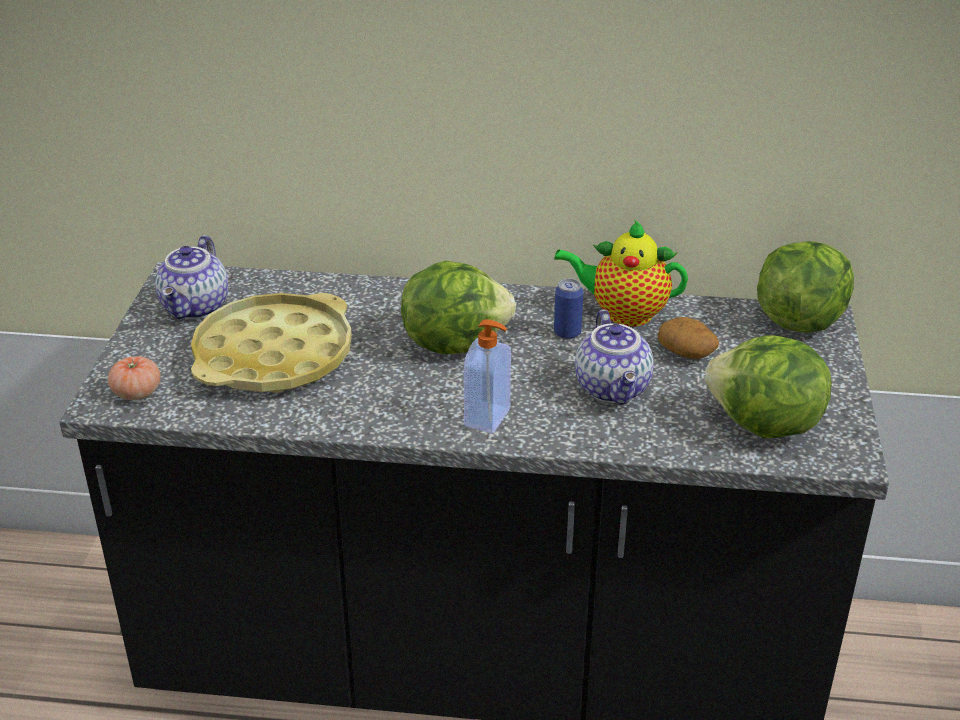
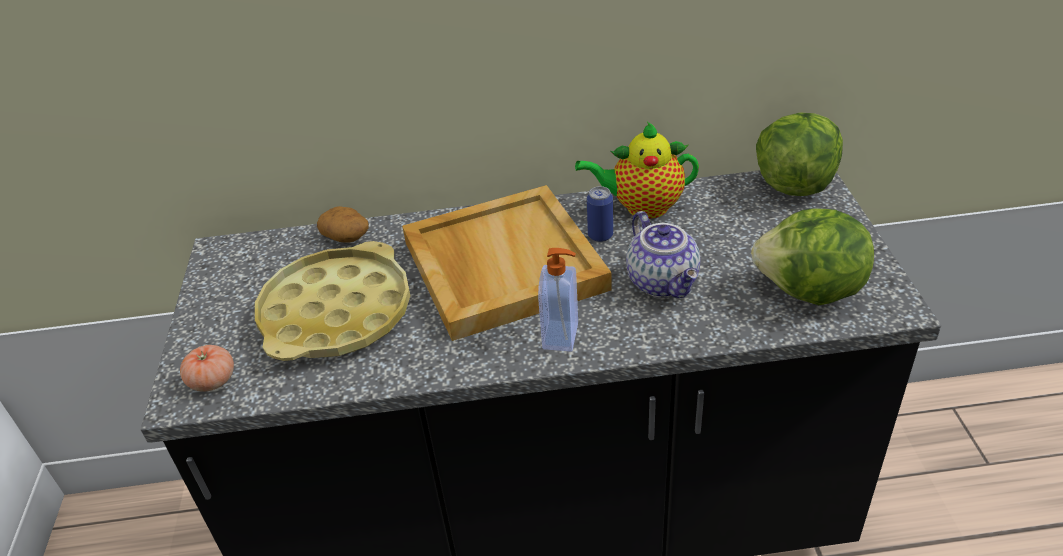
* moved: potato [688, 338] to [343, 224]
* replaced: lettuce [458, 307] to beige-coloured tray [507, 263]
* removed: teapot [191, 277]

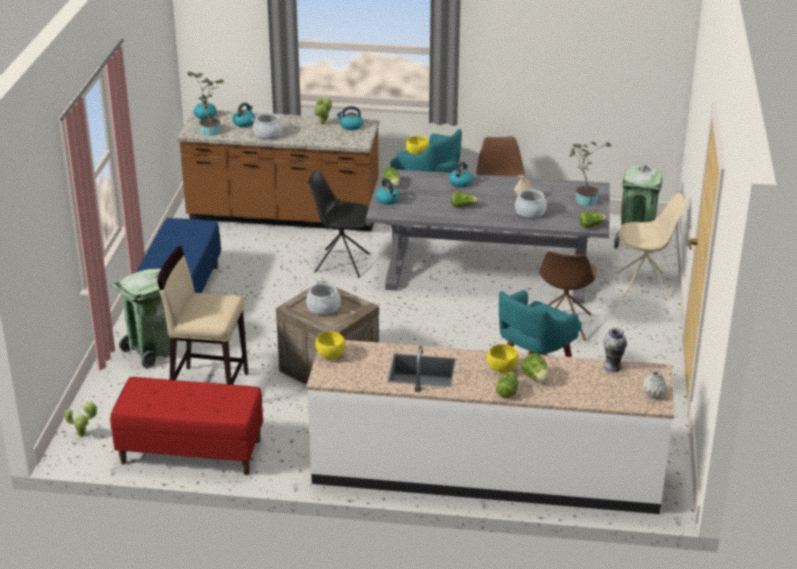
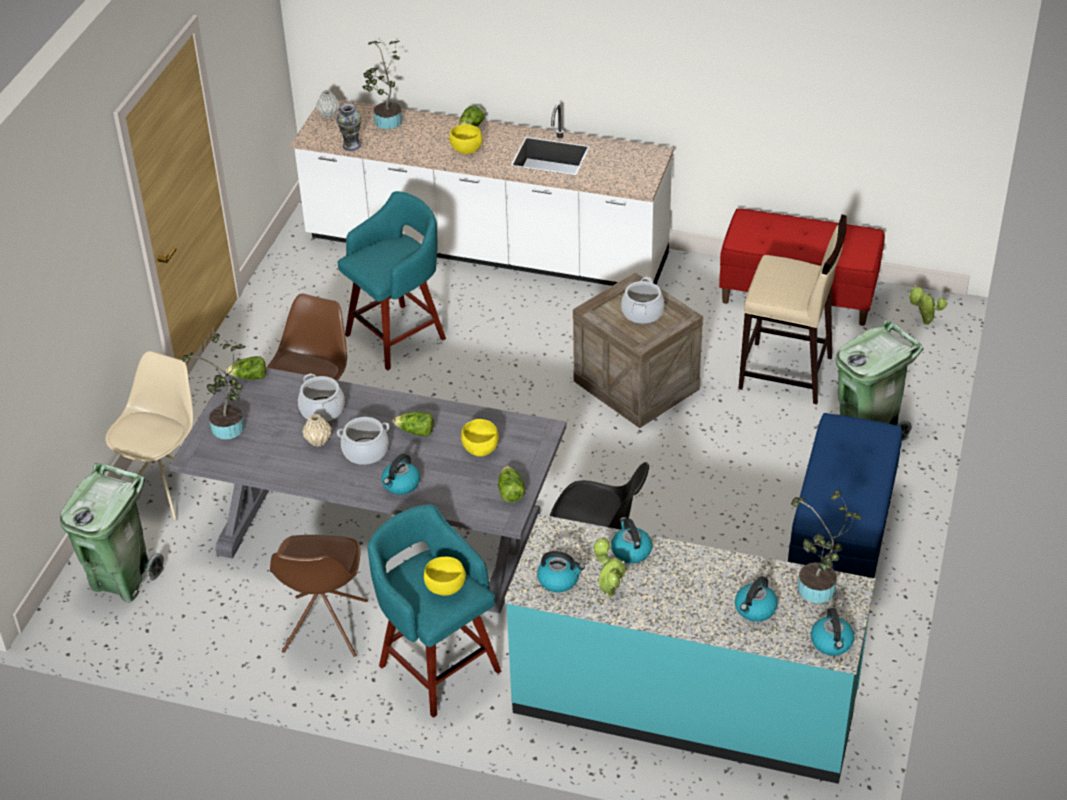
* turned: beige-coloured plain chair [651, 245] = [149, 435] 105 degrees clockwise
* moved: stockpot [267, 126] to [363, 441]
* added: houseplant [382, 85]
* moved: yellowish deep dish [330, 345] to [480, 438]
* recoloured: brownish kitchen base unit [278, 170] to blue-green kitchen base unit [690, 649]
* moved: kettle [388, 191] to [631, 540]
* removed: lettuce [535, 368]

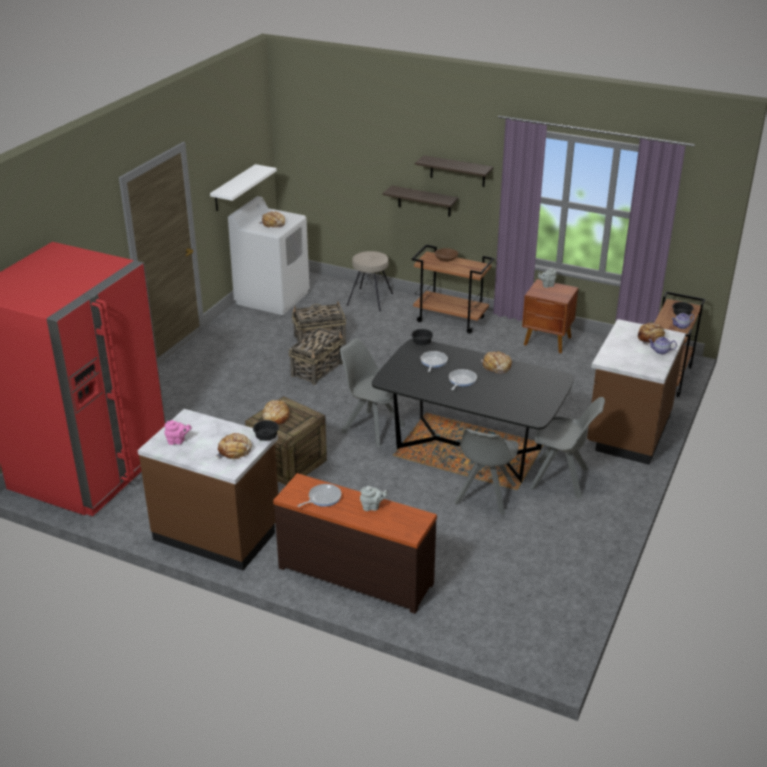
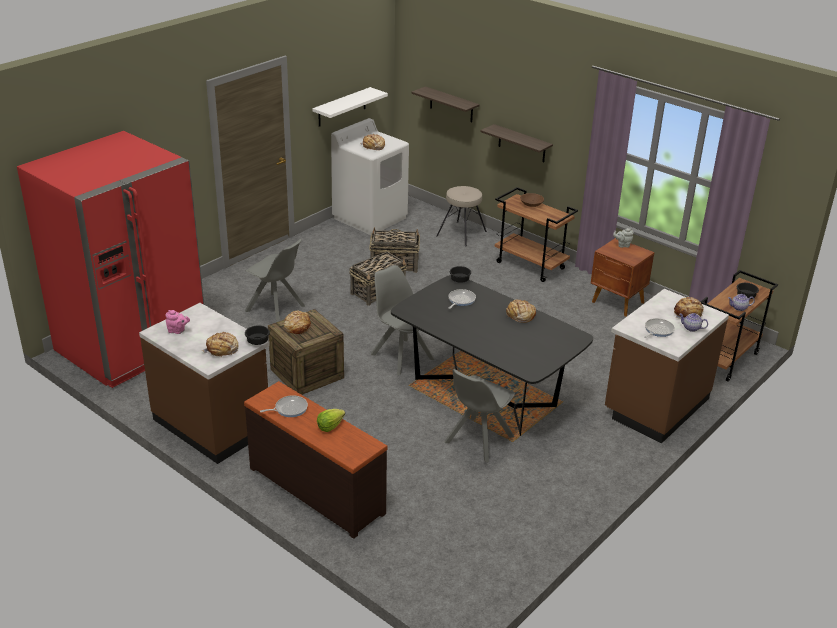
* moved: greyish plain chair [567, 447] to [275, 280]
* replaced: greyish teapot [374, 498] to lettuce [331, 420]
* moved: bracket shelf [454, 171] to [446, 104]
* moved: pan [463, 379] to [659, 328]

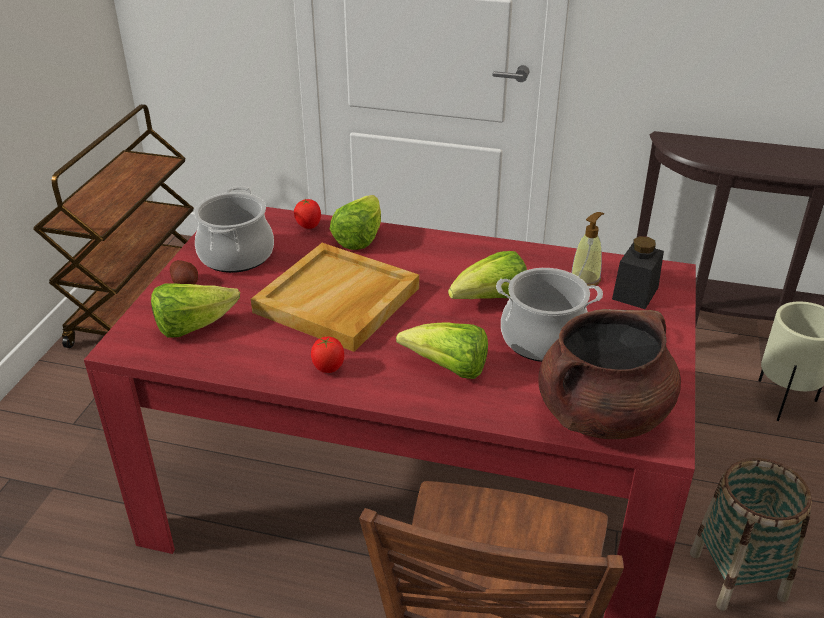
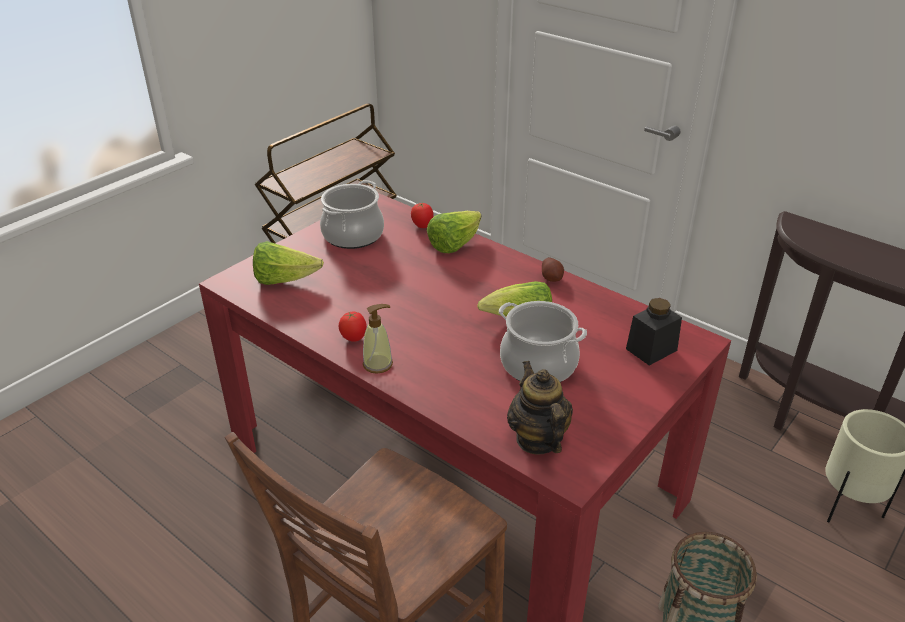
* moved: soap dispenser [588, 249] to [378, 339]
* replaced: brownish stockpot [609, 374] to teapot [540, 407]
* moved: potato [184, 272] to [553, 270]
* removed: beige-coloured tray [335, 297]
* removed: lettuce [442, 350]

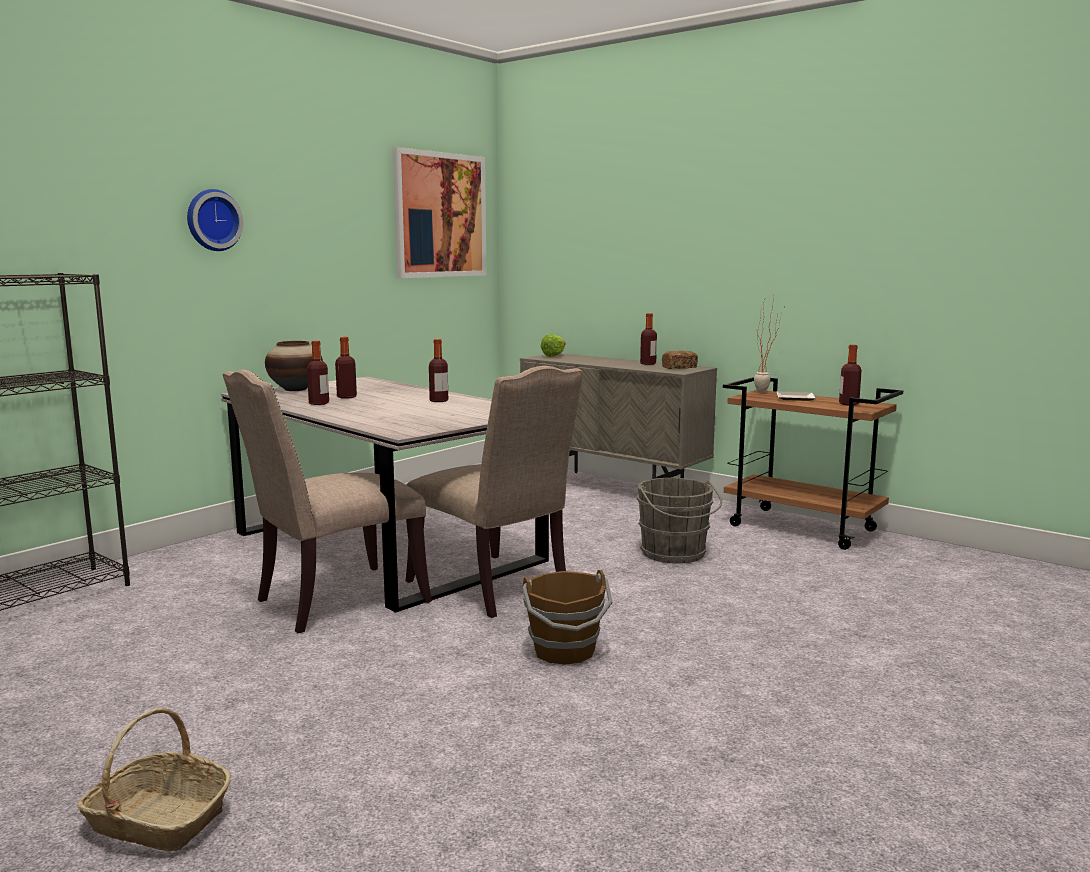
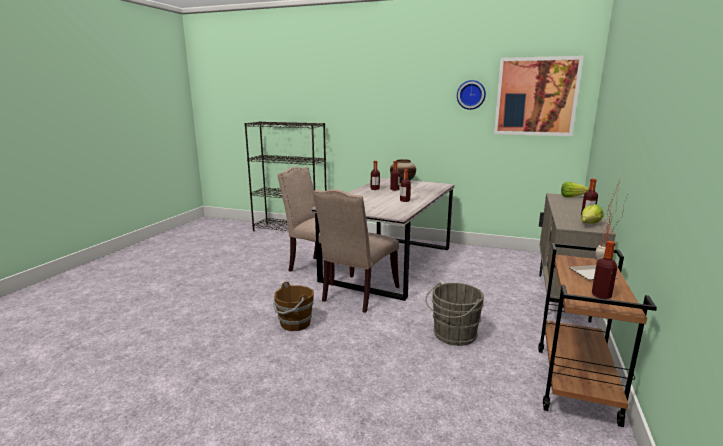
* moved: clock on the wall [215, 220] to [471, 95]
* replaced: bakery bread [680, 360] to lettuce [592, 214]
* removed: storage basket [155, 779]

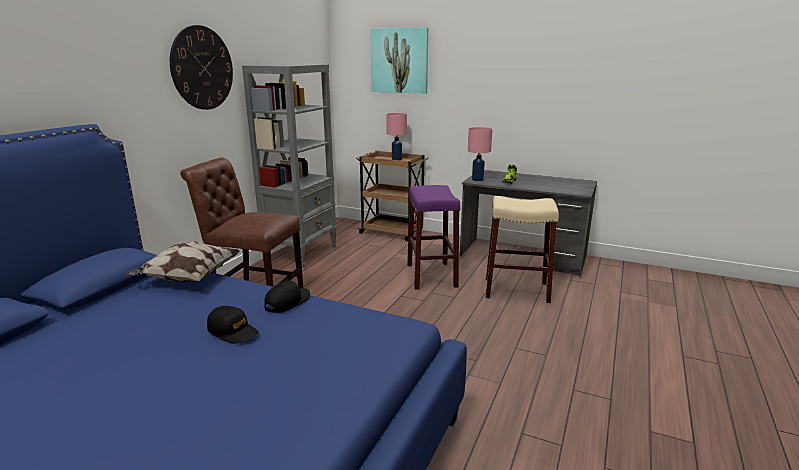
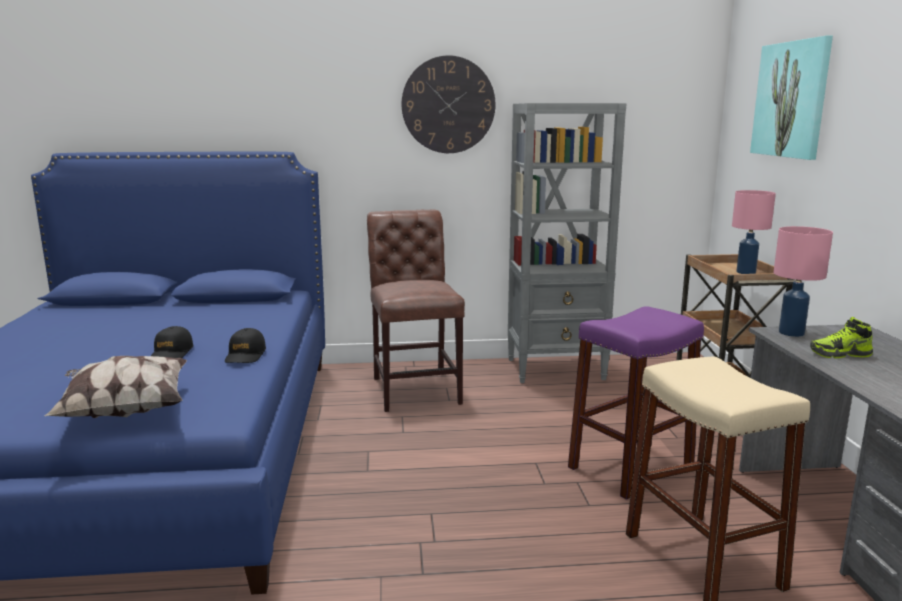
* moved: cushion [183, 261] to [116, 387]
* turned: black peaked cap [287, 297] = [245, 345] 90 degrees clockwise

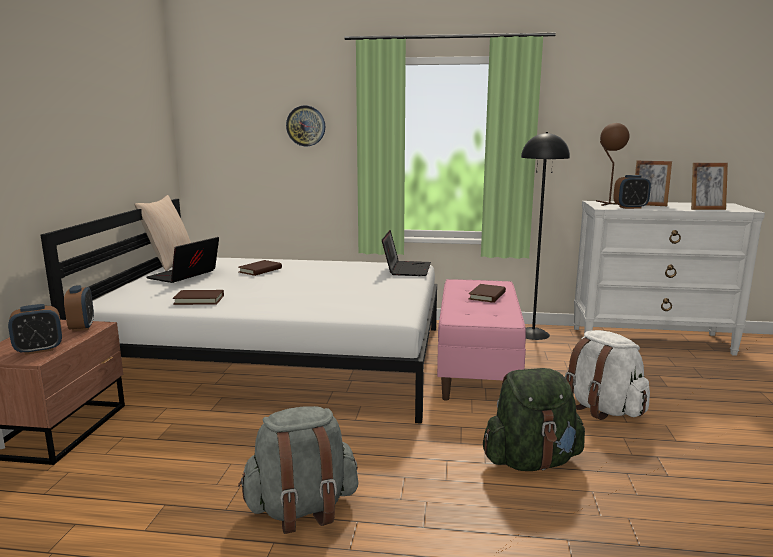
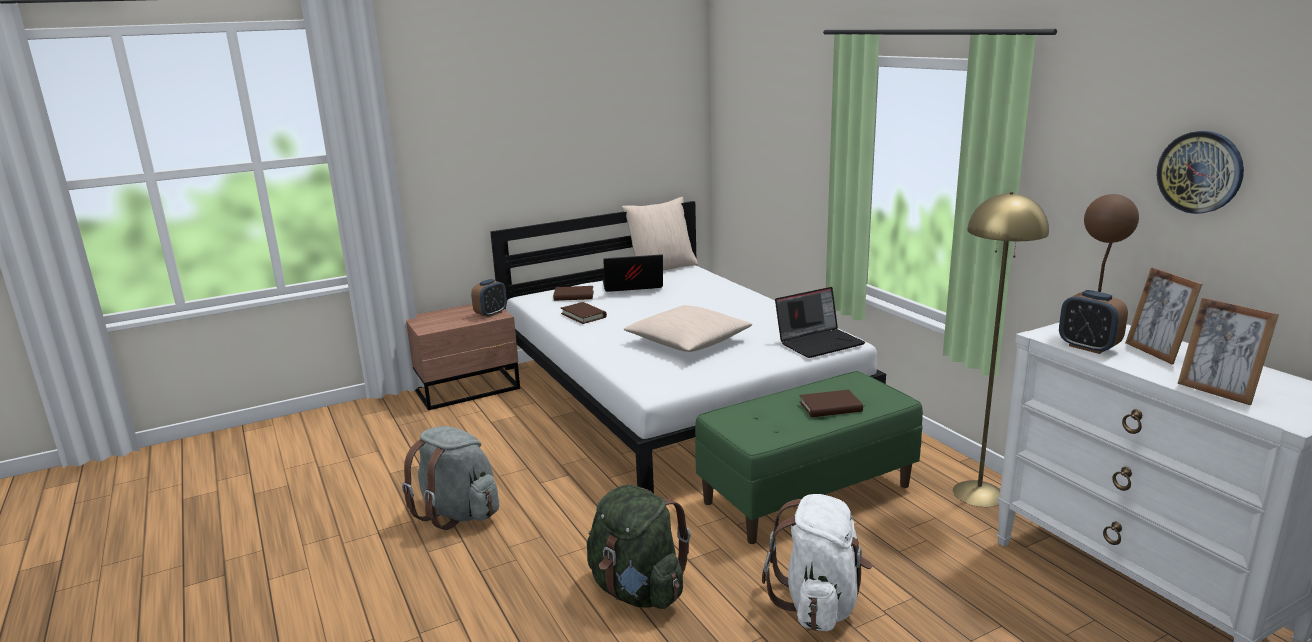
* moved: brownish book [260, 268] to [573, 293]
* added: beige-coloured cushion [688, 328]
* recoloured: pinkish bench [481, 340] to green-coloured bench [809, 457]
* recoloured: black standing lamp [545, 236] to yellowish standing lamp [1001, 349]
* moved: clock on the wall [305, 126] to [1200, 172]
* removed: alarm clock [35, 329]

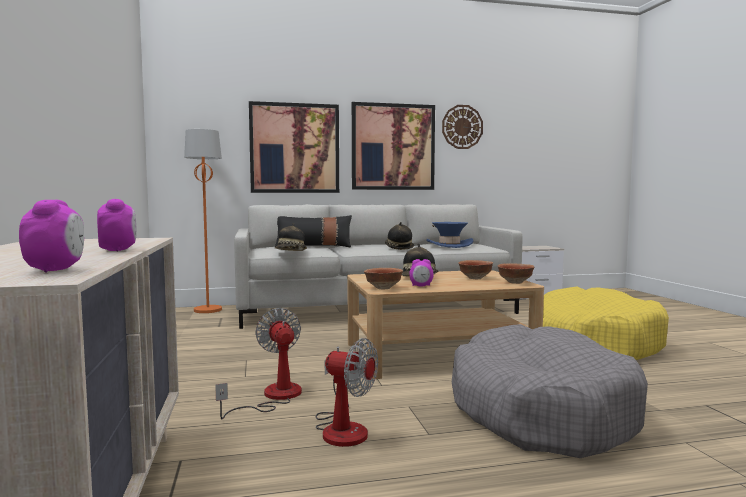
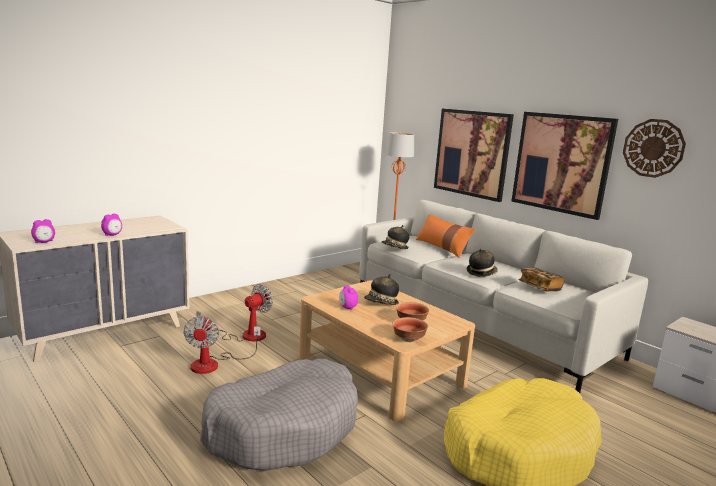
* recoloured: black cushion [313, 231] to orangey cushion [445, 236]
* replaced: blue wearable hat [449, 235] to book [541, 279]
* removed: deep dish [383, 278]

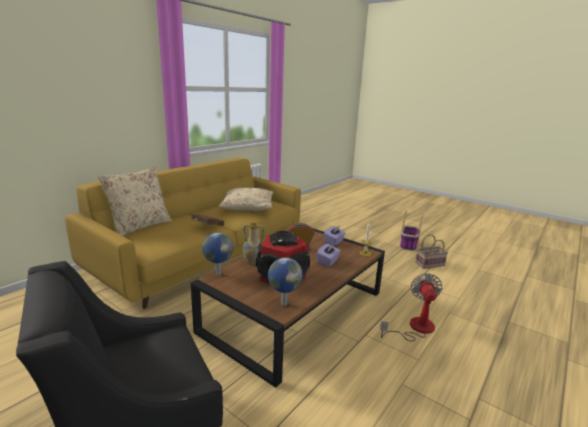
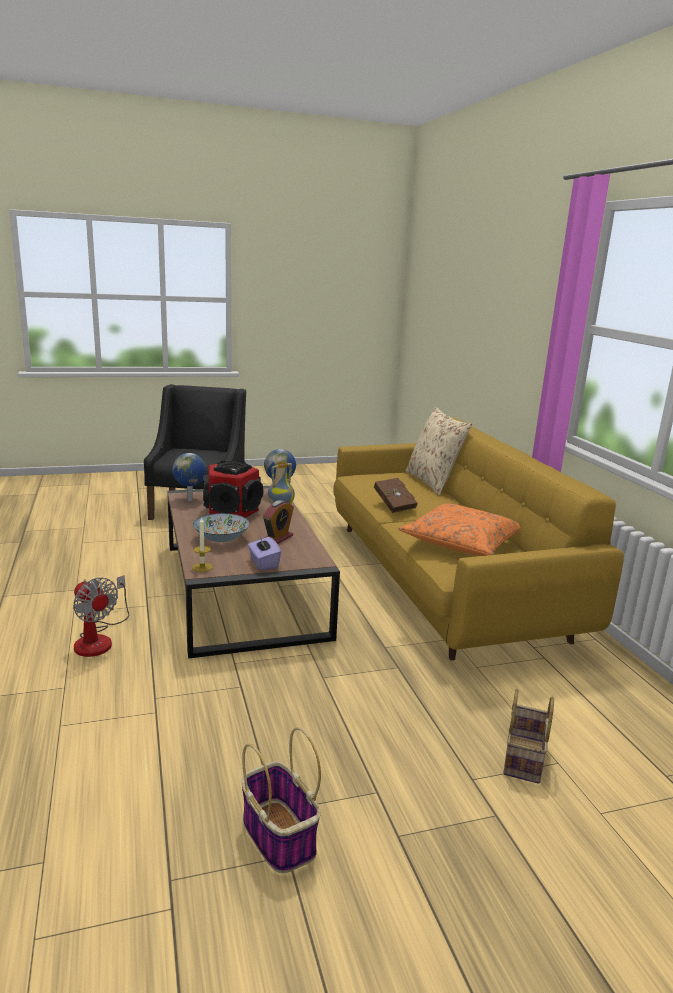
* replaced: purplish tissue holder [329, 255] to deep dish [221, 527]
* recoloured: beige-coloured cushion [246, 199] to orangey cushion [459, 529]
* moved: storage basket [431, 251] to [528, 736]

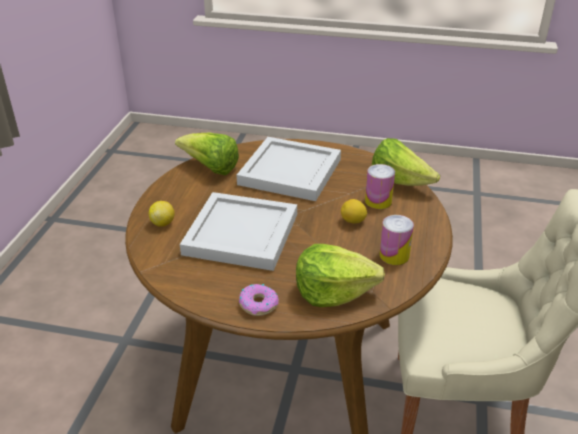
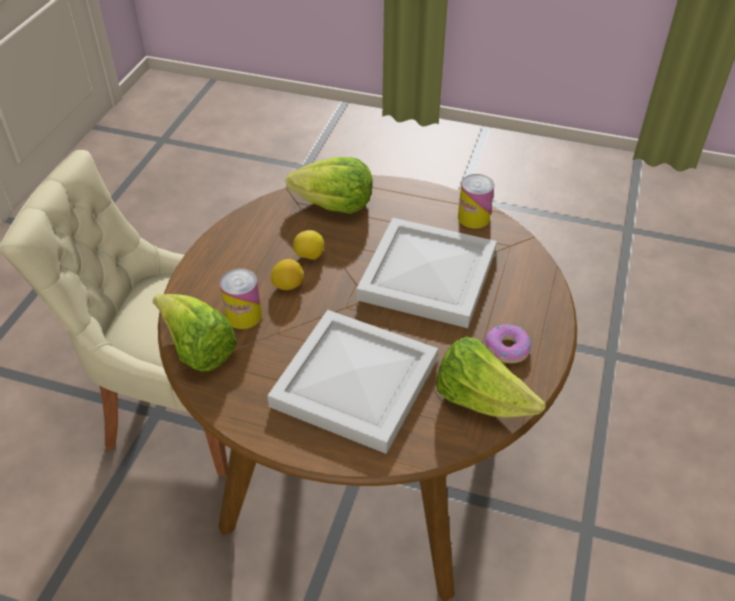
* moved: lemon [162, 214] to [308, 245]
* moved: sealed can [396, 240] to [476, 201]
* moved: ring doughnut [259, 300] to [508, 343]

